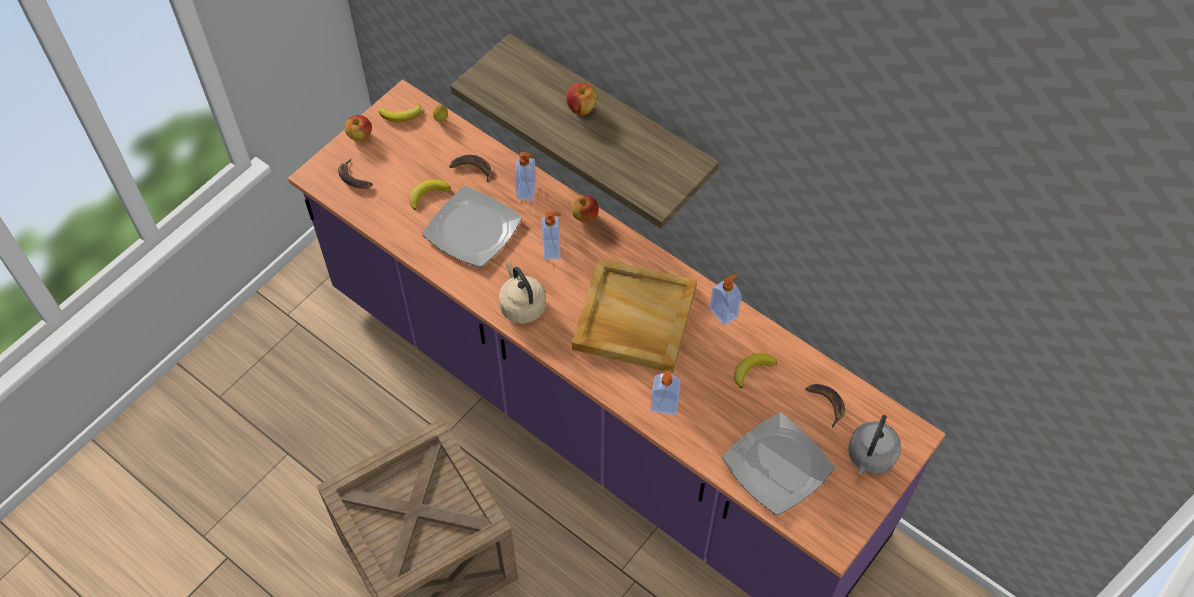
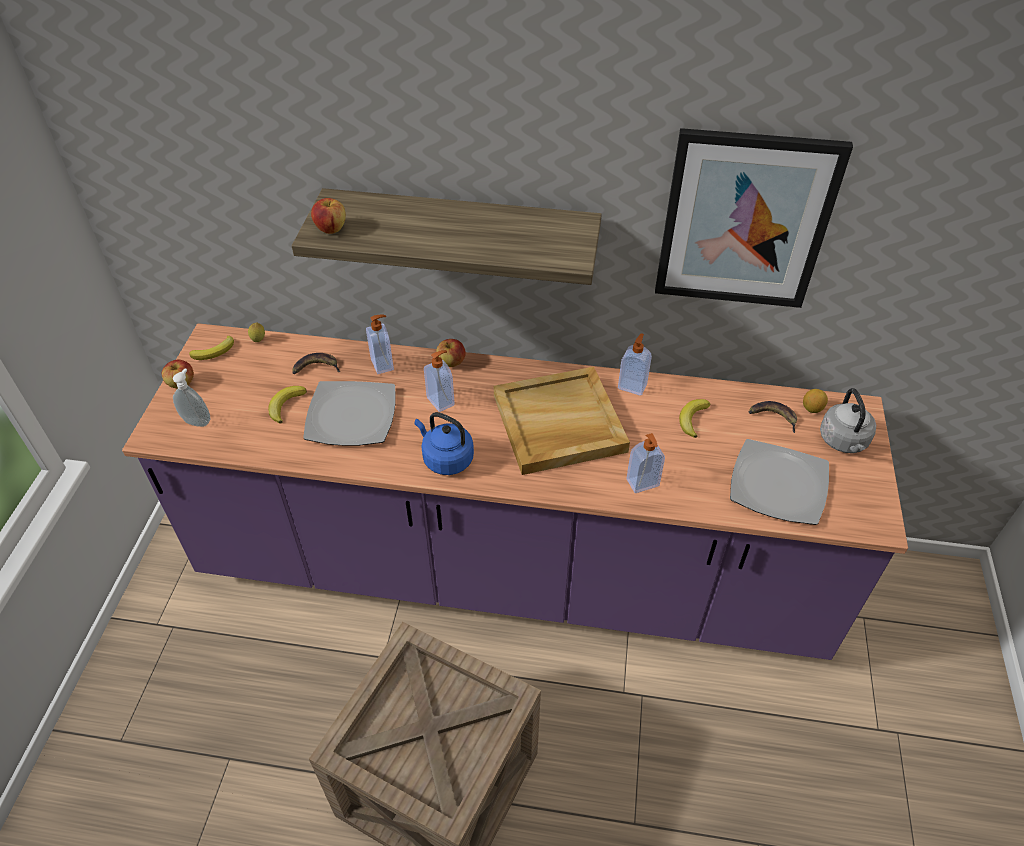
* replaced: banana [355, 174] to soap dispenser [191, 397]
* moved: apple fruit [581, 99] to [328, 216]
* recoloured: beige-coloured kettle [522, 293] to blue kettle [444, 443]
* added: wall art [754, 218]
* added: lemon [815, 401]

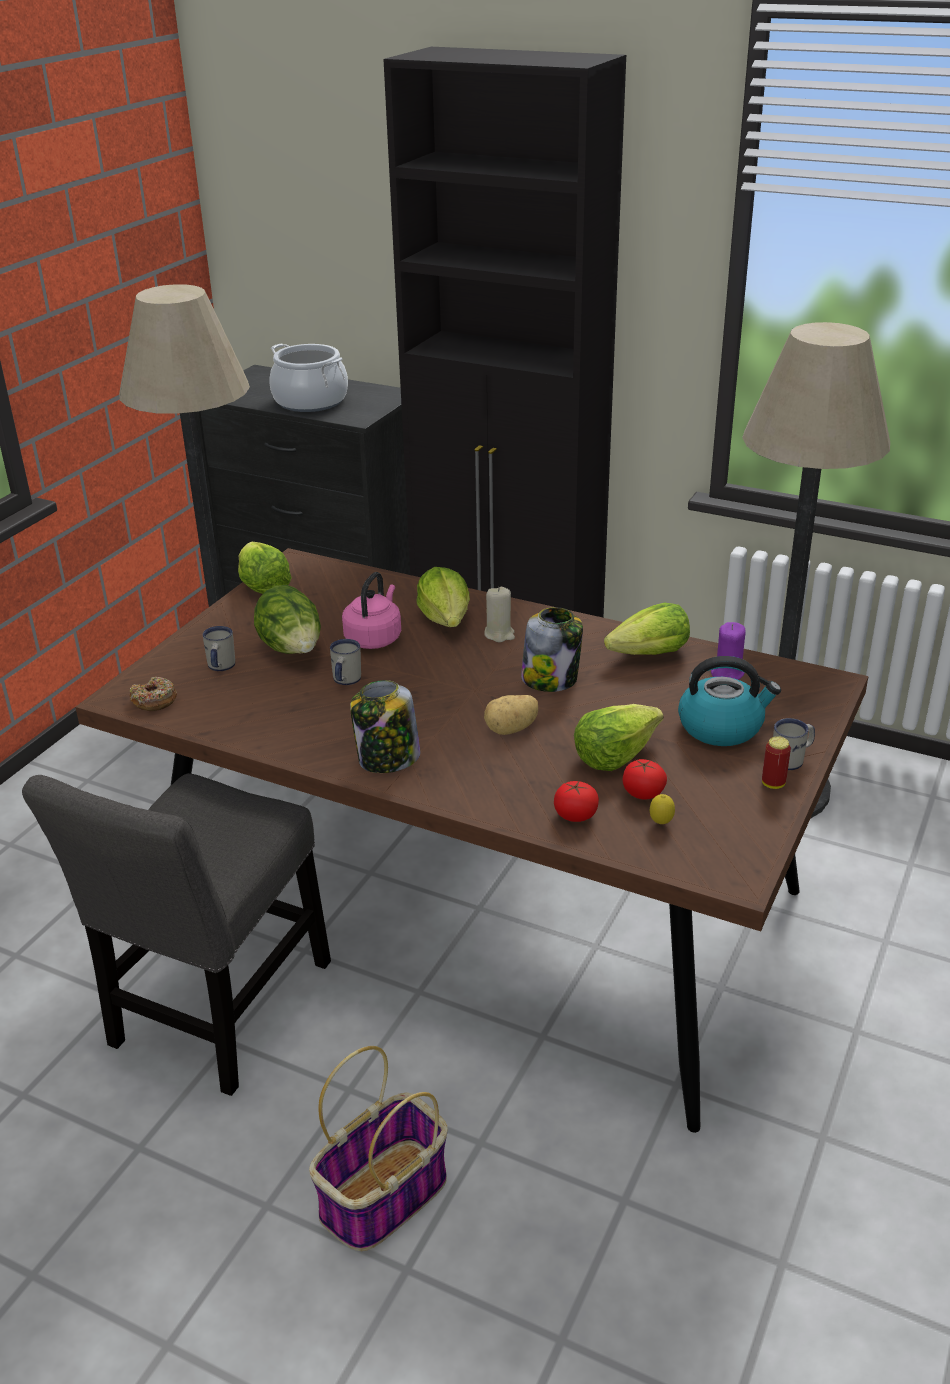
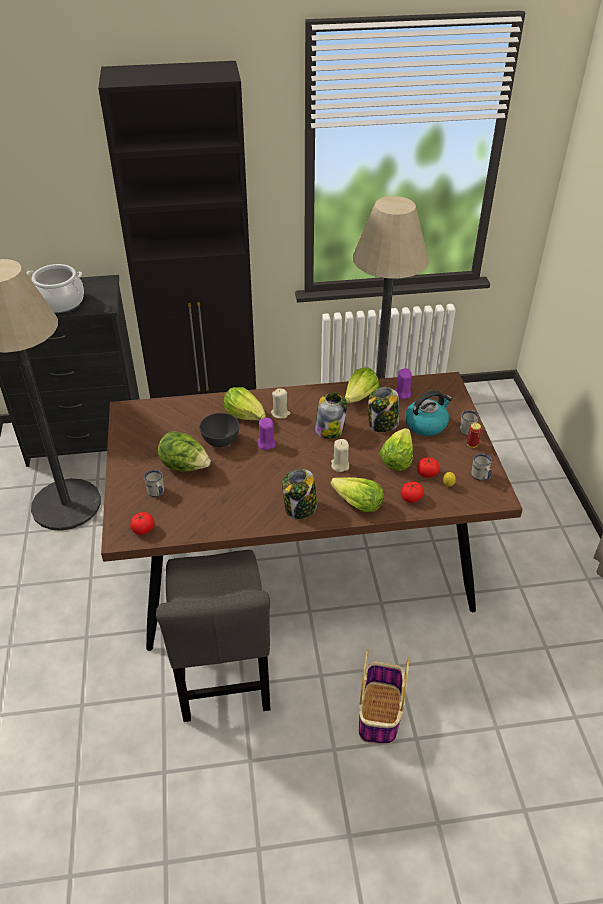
* replaced: ring doughnut [153, 694] to fresh tomato [142, 523]
* replaced: pinkish kettle [371, 610] to greyish deep dish [219, 430]
* added: purplish candle [266, 434]
* moved: lettuce [265, 568] to [357, 494]
* replaced: potato [511, 715] to beige-coloured candle [340, 455]
* added: preserve jar [383, 409]
* moved: white-coloured coffee mug [345, 662] to [481, 467]

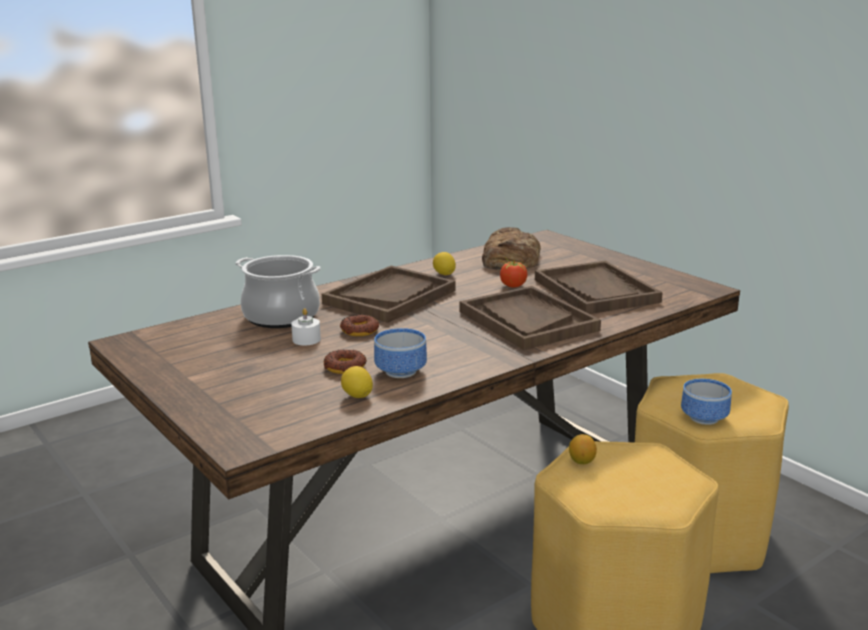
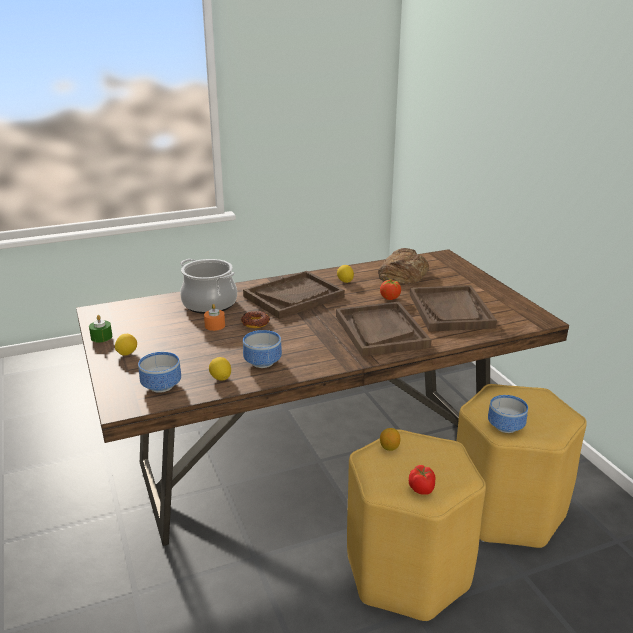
* added: green-coloured candle [101, 329]
* added: lemon [126, 345]
* added: deep dish [159, 372]
* recoloured: white-coloured candle [306, 326] to orangey candle [214, 317]
* added: fresh tomato [422, 480]
* removed: ring doughnut [345, 361]

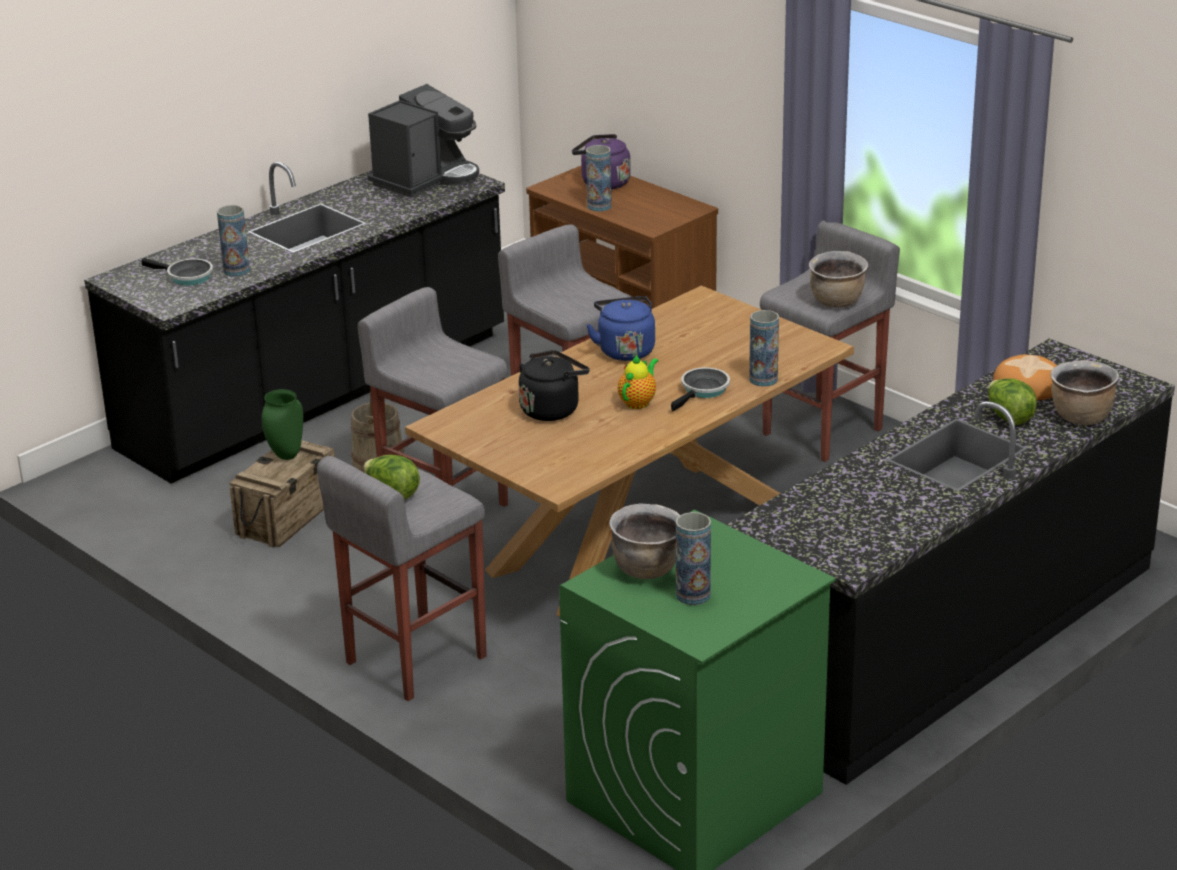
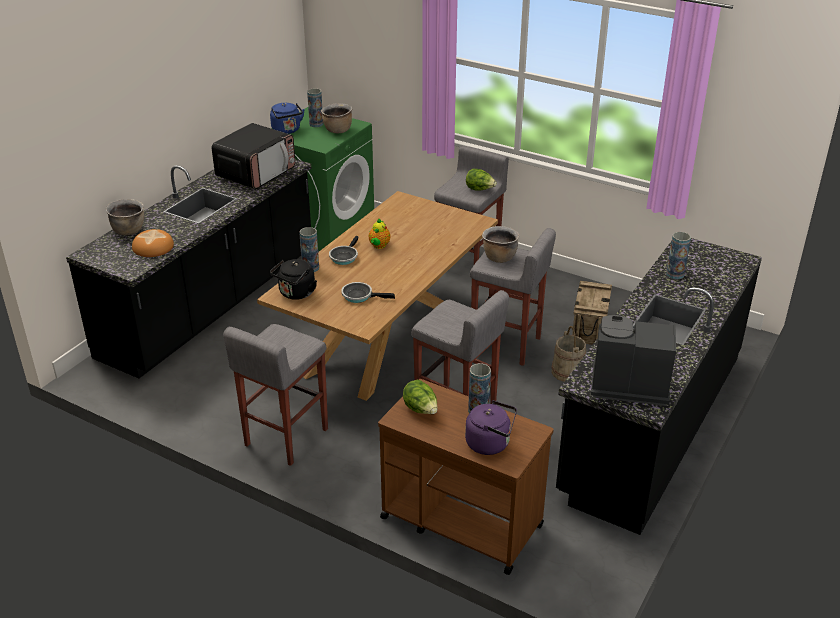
* added: kitchen microwave [253, 156]
* moved: blue kettle [621, 328] to [287, 118]
* moved: black kettle [554, 385] to [293, 279]
* moved: pan [177, 272] to [368, 292]
* moved: lettuce [1012, 401] to [420, 397]
* moved: brownish stockpot [838, 279] to [500, 244]
* turned: coffee machine [423, 141] = [633, 360] 75 degrees clockwise
* removed: green-coloured decorative vase [282, 424]

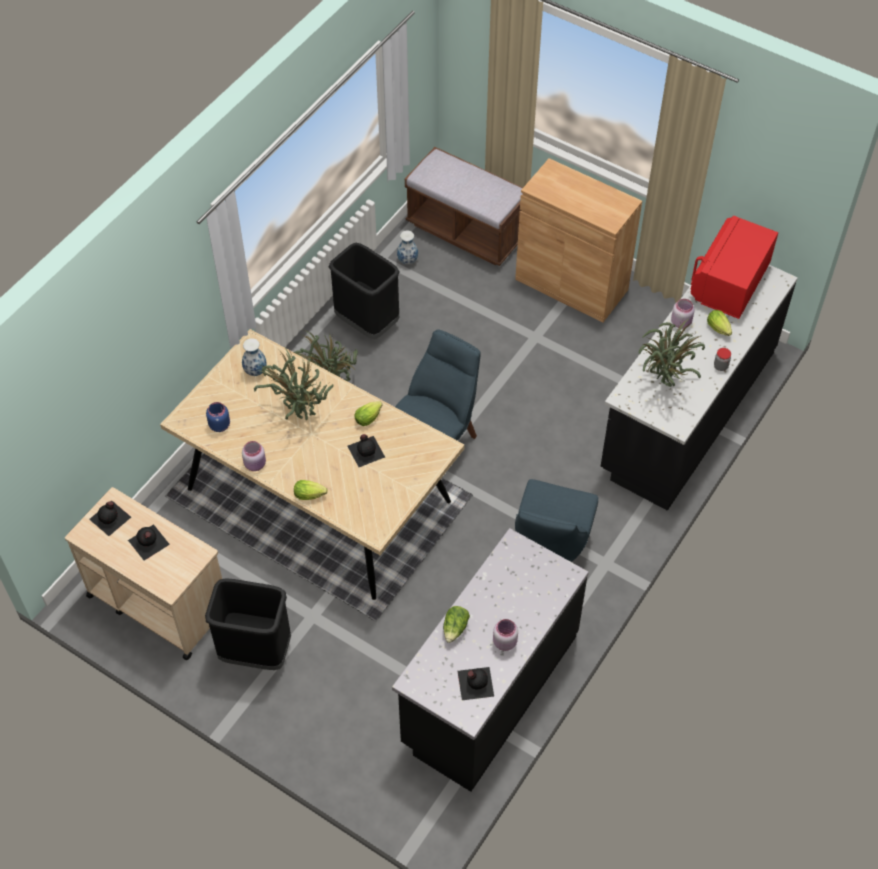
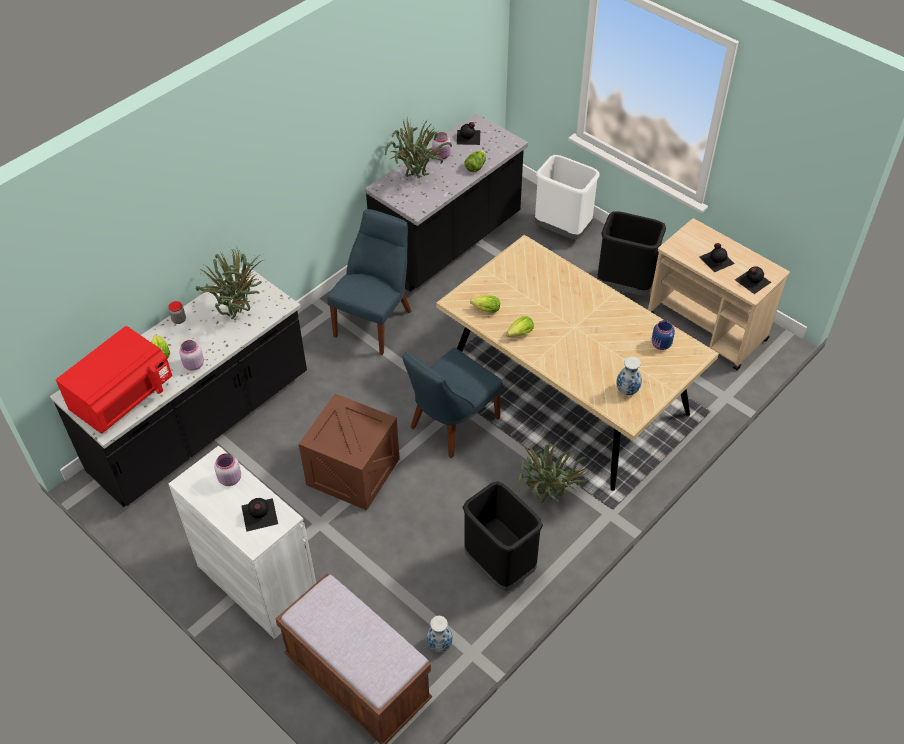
* recoloured: brownish cabinet [578, 240] to white-coloured cabinet [242, 542]
* moved: pinkish preserve jar [254, 456] to [227, 469]
* moved: black bottle [366, 450] to [260, 515]
* added: packing crate [349, 452]
* moved: houseplant [294, 384] to [418, 148]
* moved: lettuce [311, 490] to [485, 304]
* added: white-coloured waste bin [567, 197]

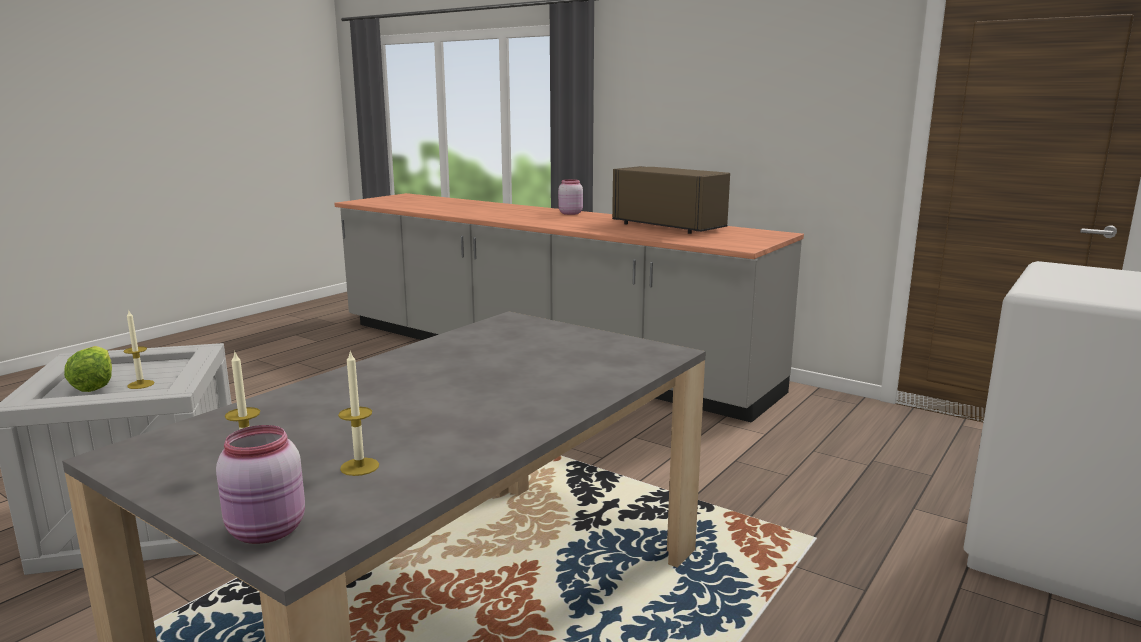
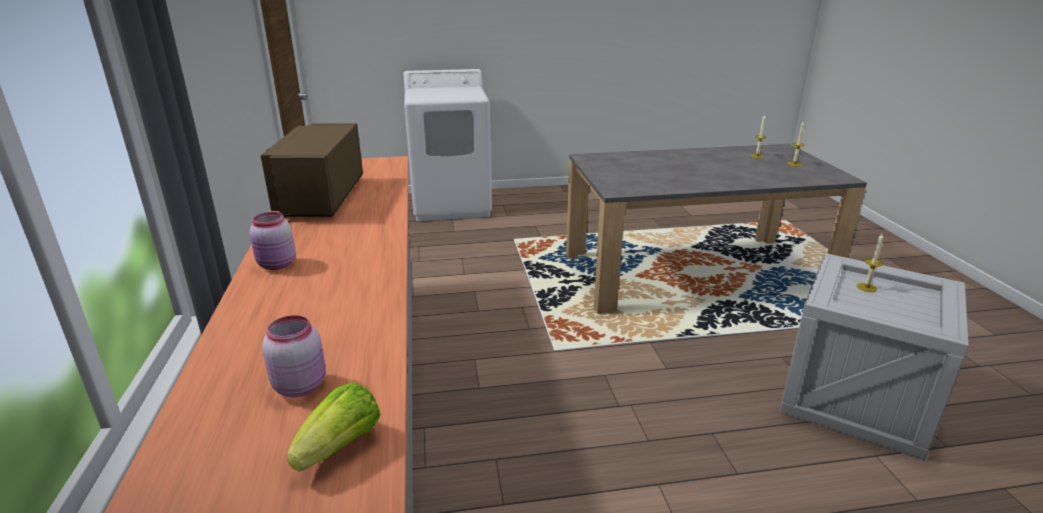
* moved: pinkish preserve jar [260, 484] to [294, 356]
* moved: lettuce [88, 369] to [333, 427]

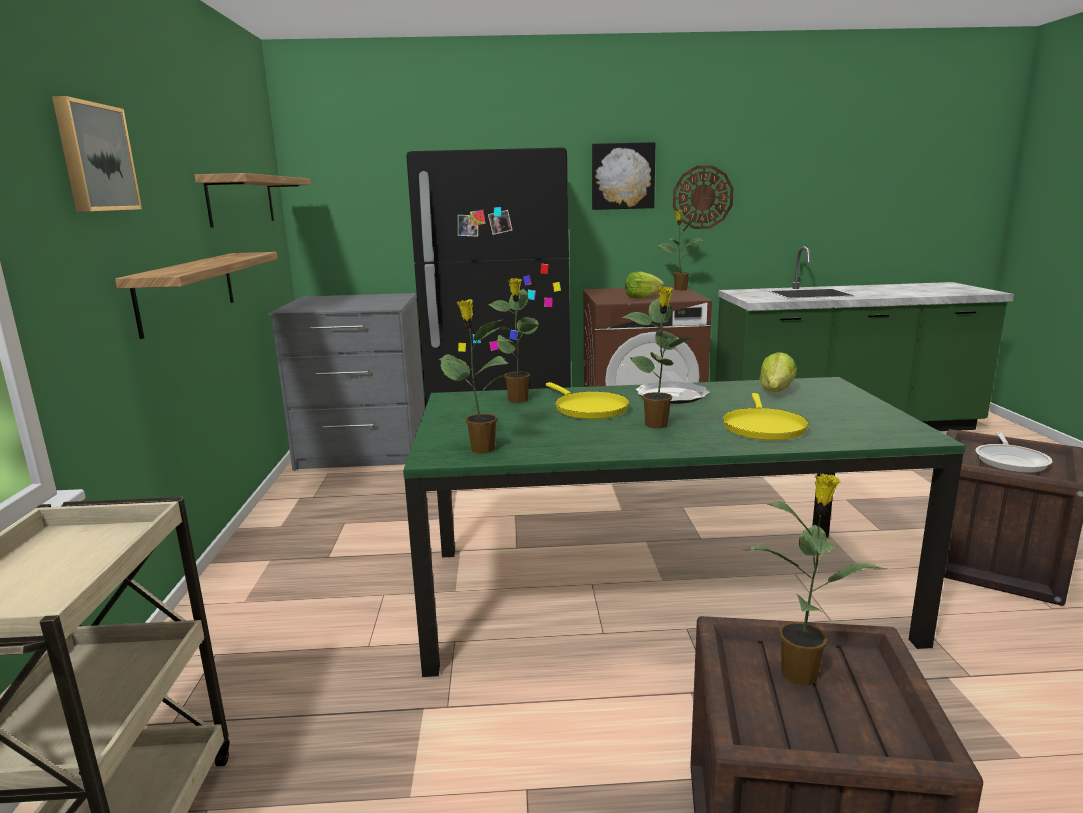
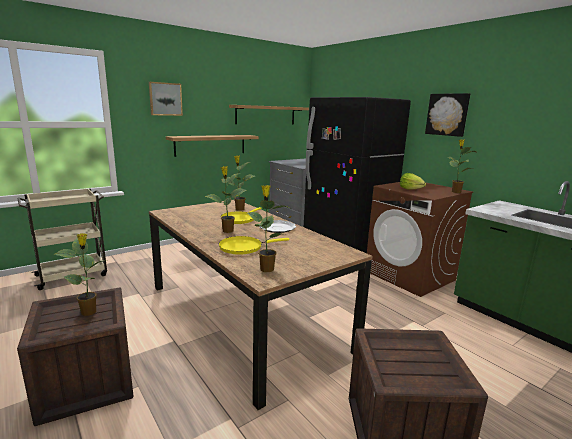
* recoloured: green-coloured kitchen table [684, 527] to brownish kitchen table [261, 304]
* moved: houseplant [474, 376] to [268, 228]
* removed: clock on the wall [703, 197]
* removed: lettuce [778, 372]
* removed: pan [1013, 452]

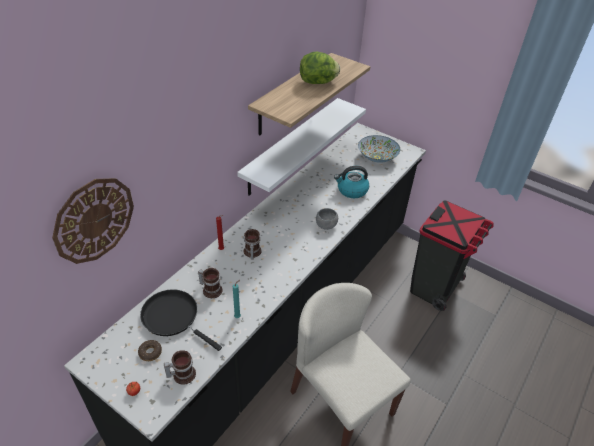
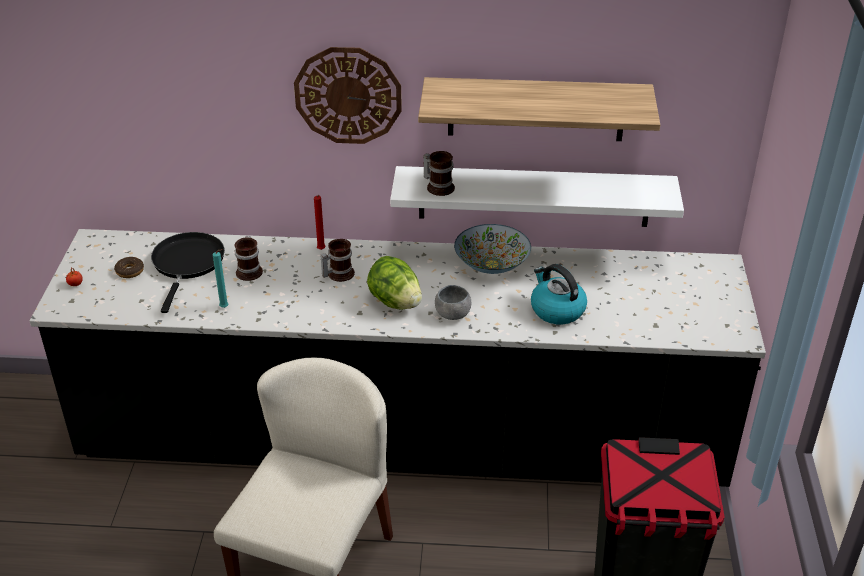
* moved: clock on the wall [93, 221] to [348, 95]
* moved: lettuce [320, 68] to [394, 283]
* moved: coffee mug [180, 367] to [439, 173]
* moved: deep dish [379, 149] to [492, 249]

